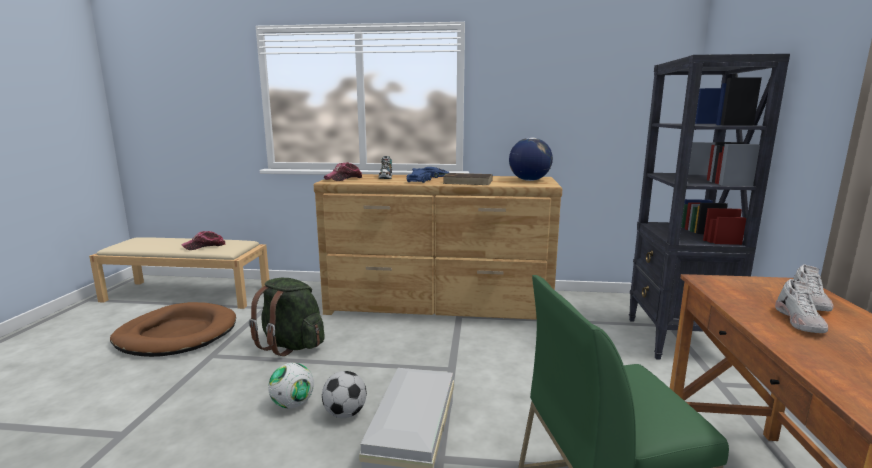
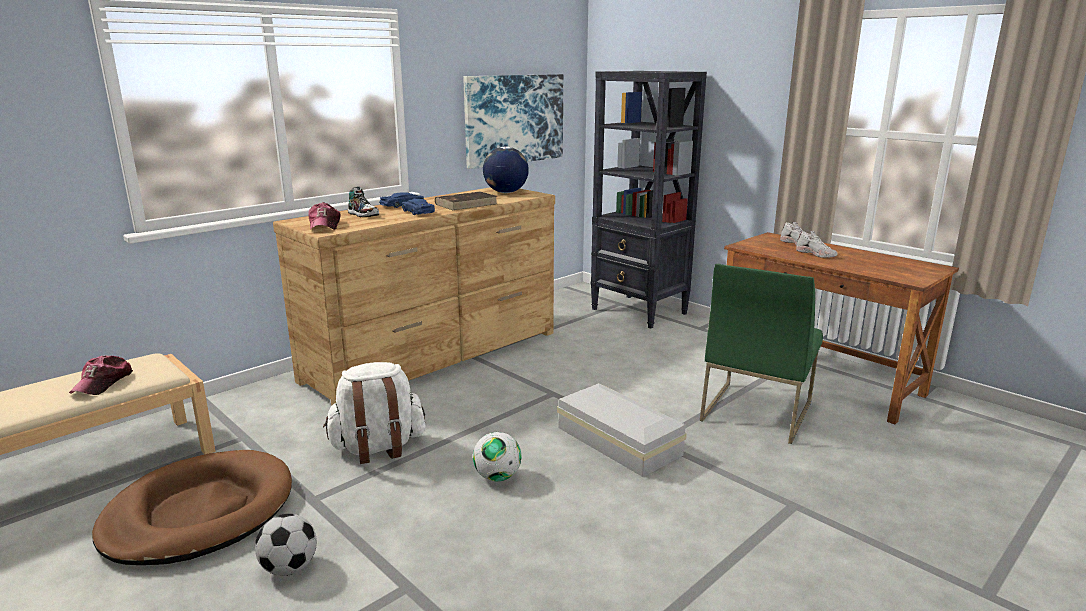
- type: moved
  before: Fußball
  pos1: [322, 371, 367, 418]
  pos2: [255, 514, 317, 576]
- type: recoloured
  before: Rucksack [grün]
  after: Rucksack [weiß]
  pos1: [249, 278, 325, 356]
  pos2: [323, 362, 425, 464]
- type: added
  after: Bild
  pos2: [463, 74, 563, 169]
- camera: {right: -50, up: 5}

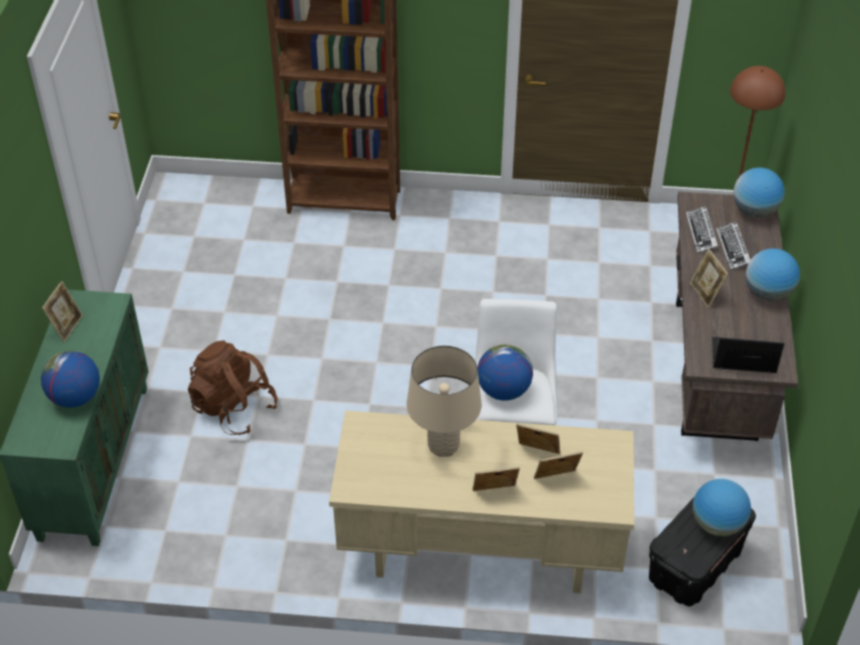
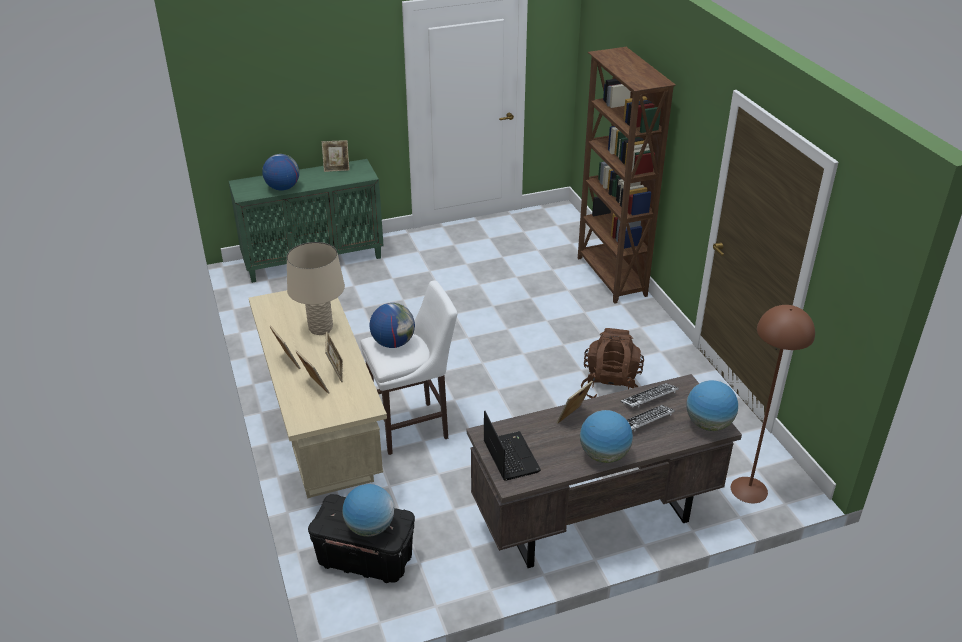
- type: moved
  before: Rucksack [braun]
  pos1: [188, 340, 278, 435]
  pos2: [581, 328, 644, 398]
- camera: {right: 65, up: -10}

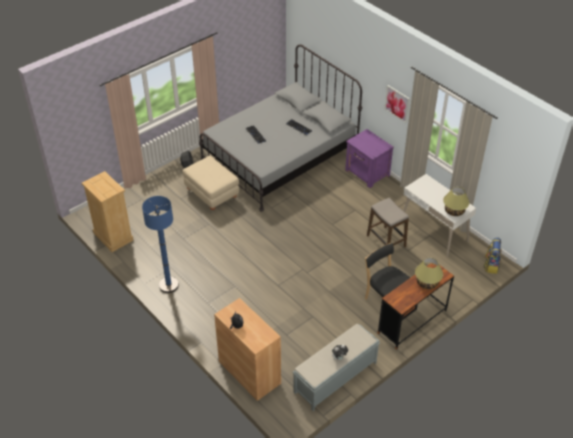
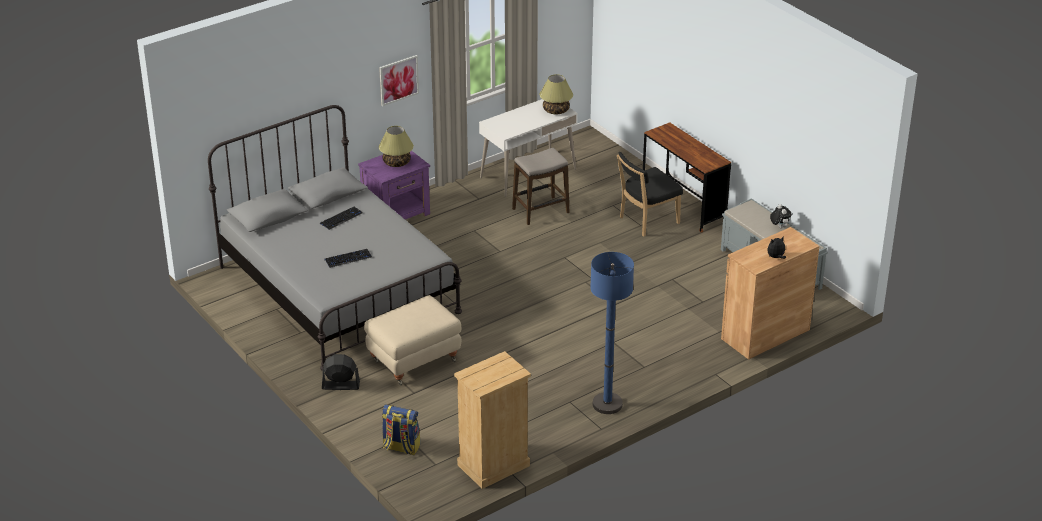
- type: moved
  before: Tischlampe
  pos1: [415, 258, 443, 289]
  pos2: [379, 126, 414, 167]
- type: moved
  before: Rucksack
  pos1: [484, 237, 501, 274]
  pos2: [382, 405, 420, 455]
- camera: {right: -85, up: -10}

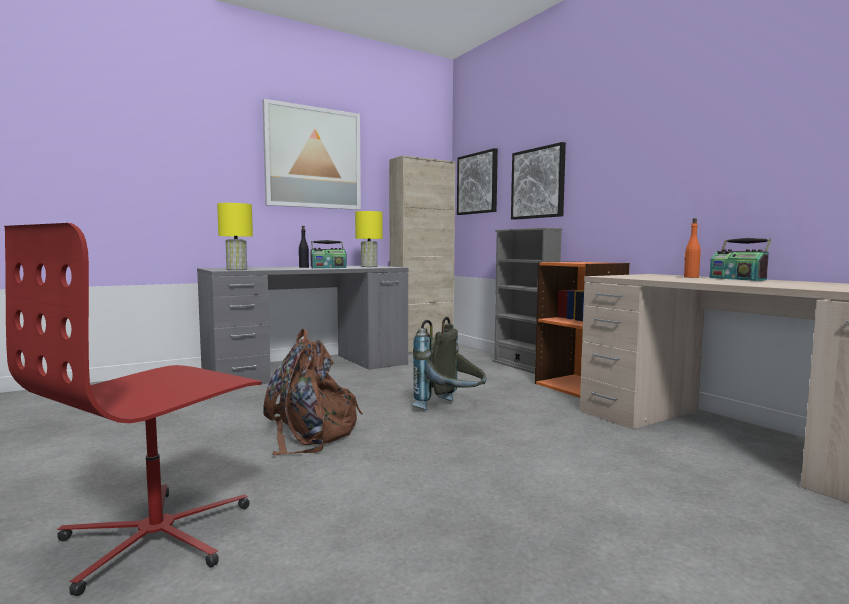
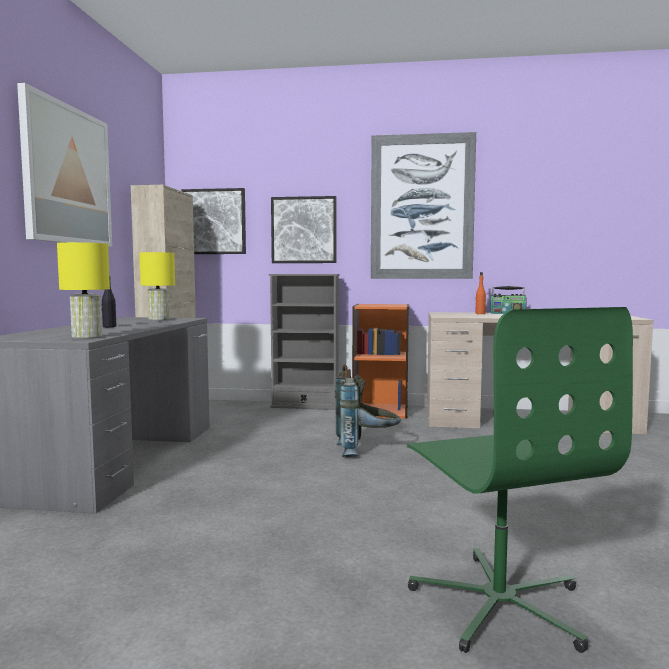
- type: added
  after: Bild
  pos2: [371, 132, 476, 279]
- type: recoloured
  before: Bürostuhl [rot]
  after: Bürostuhl [grün]
  pos1: [4, 223, 262, 596]
  pos2: [407, 307, 633, 653]
- type: removed
  before: Rucksack [braun]
  pos1: [263, 329, 363, 455]
- type: removed
  before: Radio
  pos1: [310, 240, 347, 268]
- camera: {right: -50, up: 0}

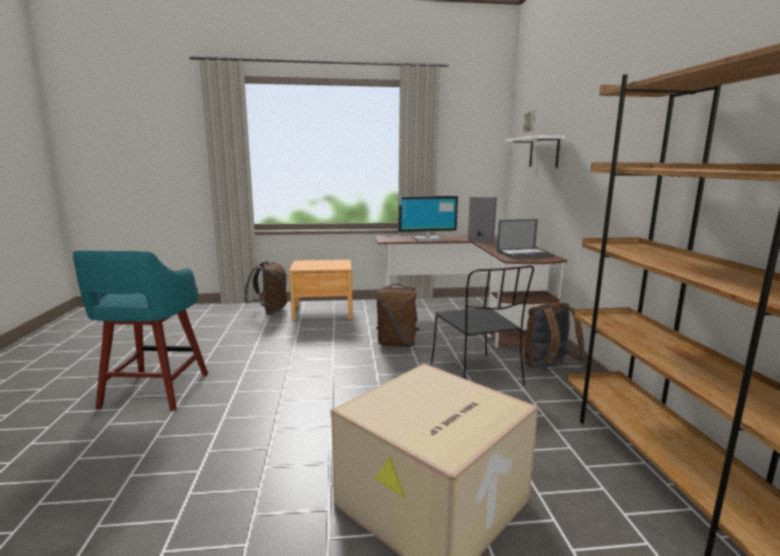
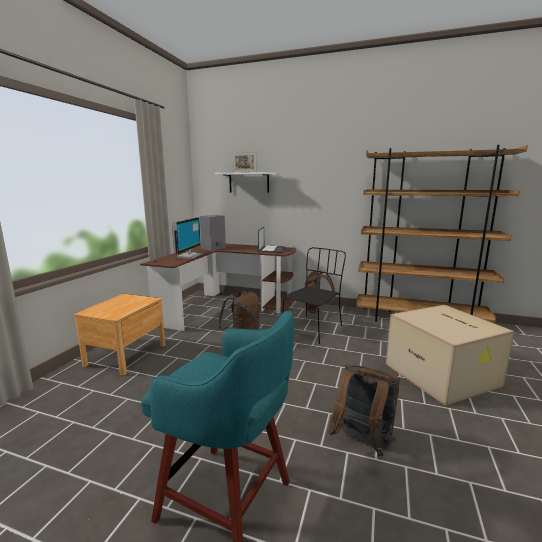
- type: turned
  before: Stuhl [schwarz]
  pos1: [431, 265, 534, 385]
  pos2: [282, 247, 346, 344]
  turn: -60
- type: moved
  before: Rucksack [braun]
  pos1: [245, 261, 287, 315]
  pos2: [329, 364, 400, 456]
- camera: {right: -65, up: 0}

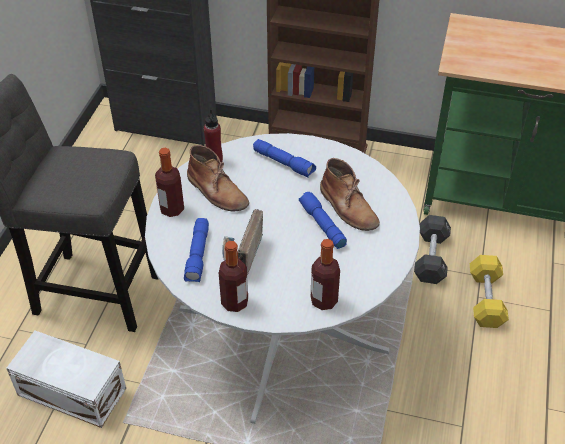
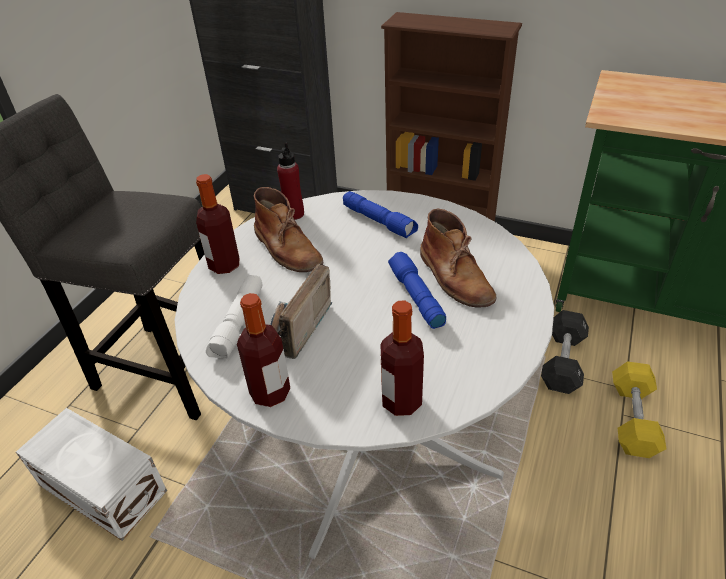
- type: recoloured
  before: Taschenlampe [blau]
  after: Taschenlampe [weiß]
  pos1: [184, 218, 209, 282]
  pos2: [206, 275, 262, 359]
- camera: {right: 10, up: -5}

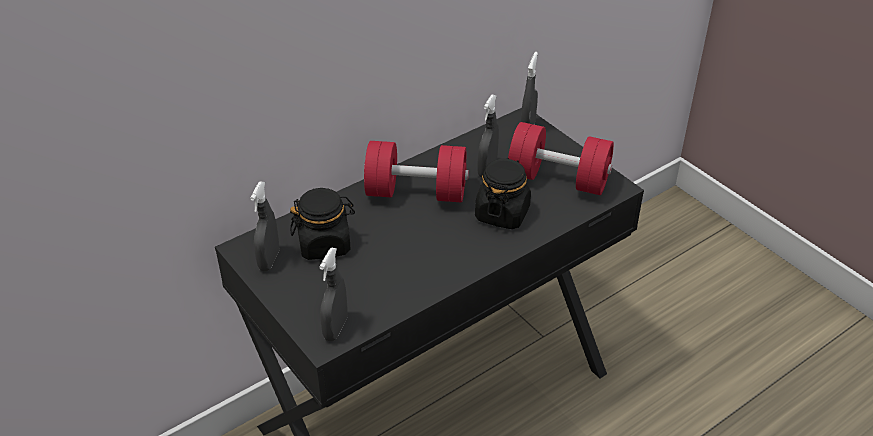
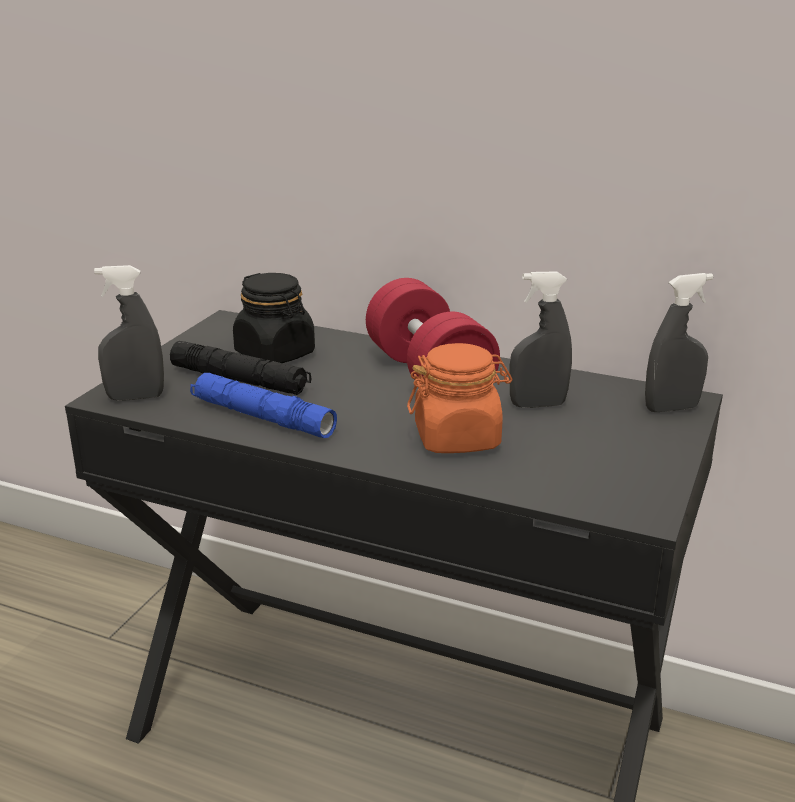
- type: added
  after: Taschenlampe [schwarz]
  pos2: [170, 341, 311, 395]
- type: added
  after: Taschenlampe [blau]
  pos2: [190, 373, 337, 438]
- type: recoloured
  before: Vorratsglas [schwarz]
  after: Vorratsglas [orange]
  pos1: [475, 158, 531, 229]
  pos2: [407, 343, 513, 453]
- type: removed
  before: Sprühflasche [grau]
  pos1: [250, 181, 279, 271]
- type: removed
  before: Hantel [rot]
  pos1: [508, 122, 614, 195]
- camera: {right: 60, up: -15}

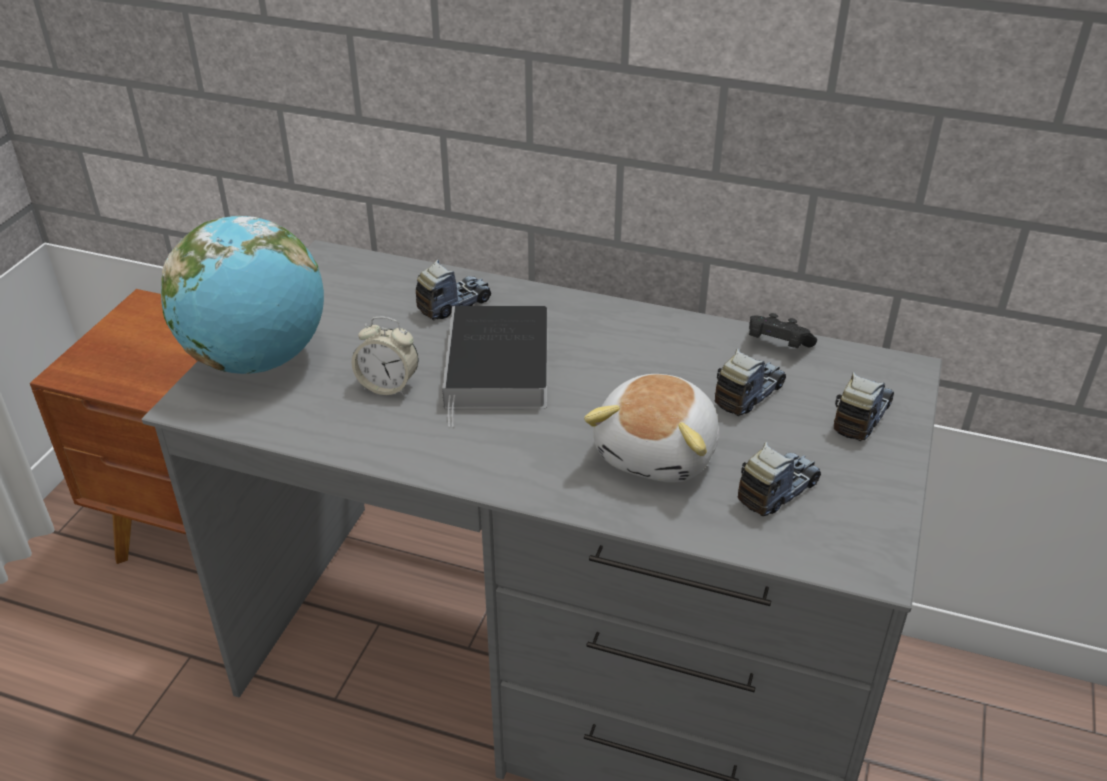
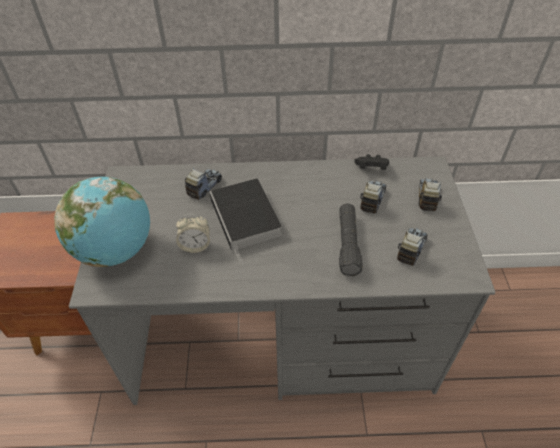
- type: replaced
  before: Plüschtier
  after: Taschenlampe [schwarz]
  pos1: [584, 374, 719, 483]
  pos2: [339, 203, 363, 276]
- camera: {right: -20, up: 10}

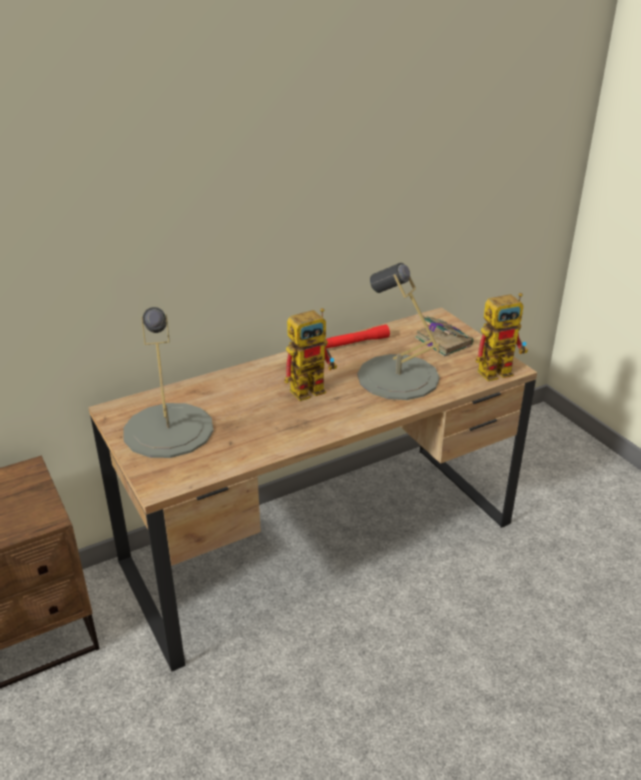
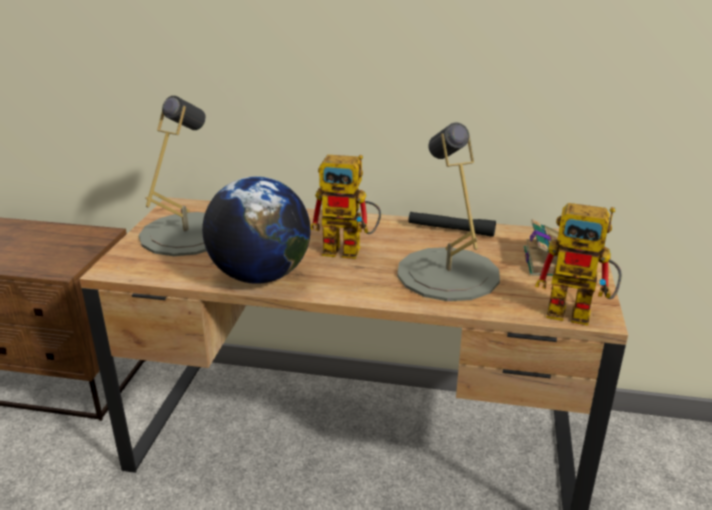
- type: added
  after: Globus
  pos2: [202, 176, 311, 284]
- type: recoloured
  before: Taschenlampe [rot]
  after: Taschenlampe [schwarz]
  pos1: [326, 324, 390, 348]
  pos2: [409, 212, 496, 237]
- camera: {right: 40, up: -5}

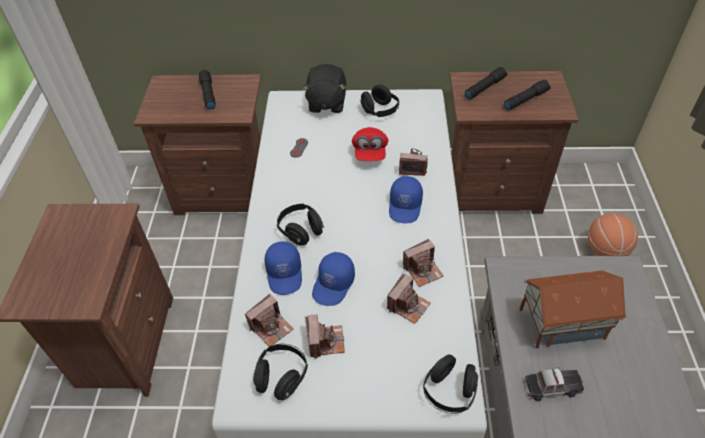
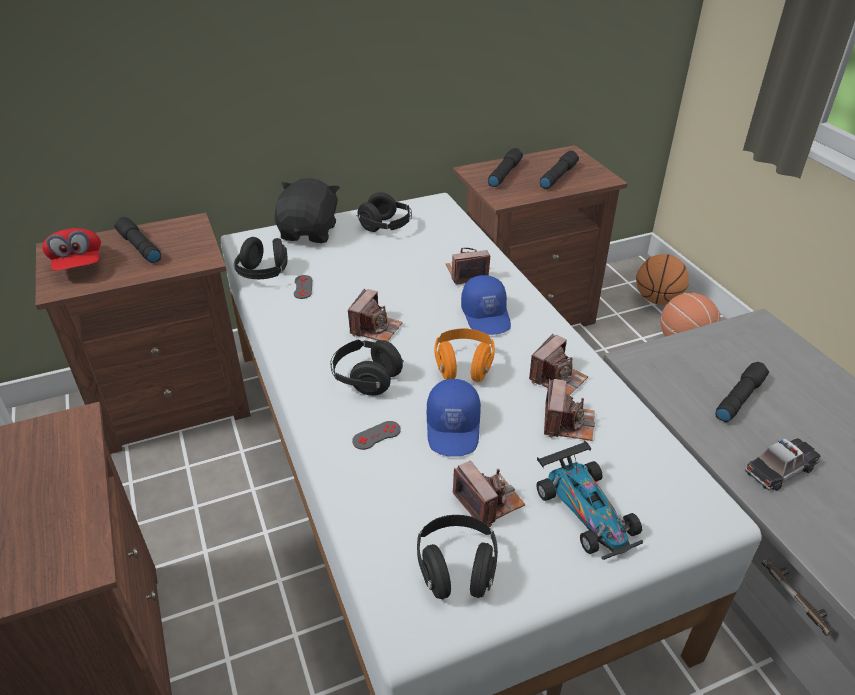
- type: moved
  before: Kappe [rot]
  pos1: [352, 127, 388, 161]
  pos2: [42, 228, 101, 271]
- type: moved
  before: Kopfhörer [schwarz]
  pos1: [423, 354, 478, 414]
  pos2: [234, 237, 288, 279]
- type: turned
  before: Plüschtier [schwarz]
  pos1: [302, 64, 347, 113]
  pos2: [274, 178, 340, 243]
  turn: -150
- type: moved
  before: Kamera
  pos1: [245, 294, 293, 346]
  pos2: [348, 288, 403, 341]
- type: replaced
  before: Kappe [blau]
  after: Gamepad [grau]
  pos1: [264, 241, 302, 295]
  pos2: [352, 421, 401, 450]
- type: added
  after: Kopfhörer [orange]
  pos2: [435, 329, 495, 382]
- type: added
  after: Spielzeugauto
  pos2: [536, 440, 643, 560]
- type: added
  after: Basketball
  pos2: [636, 254, 689, 305]
- type: replaced
  before: Spielzeughaus
  after: Taschenlampe [schwarz]
  pos1: [520, 271, 627, 348]
  pos2: [715, 362, 769, 422]
- camera: {right: -25, up: -10}

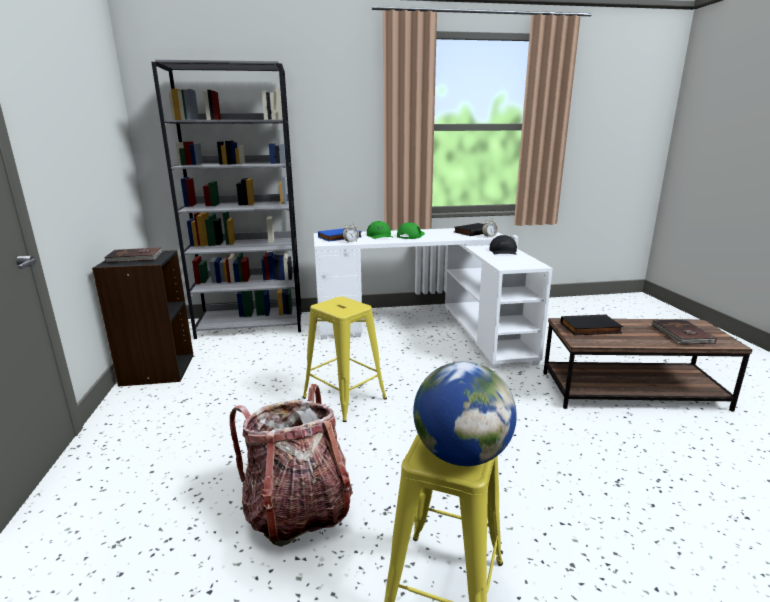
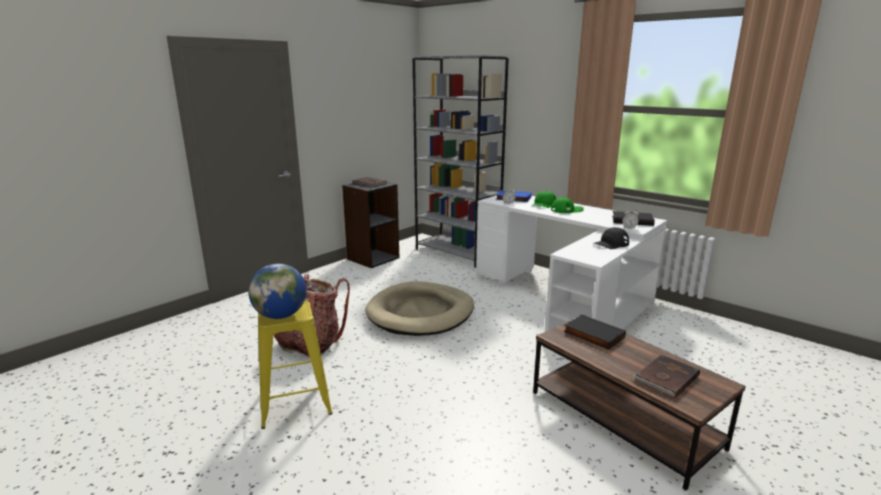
- type: replaced
  before: Hocker [gelb]
  after: Hundebett [beige]
  pos1: [302, 297, 387, 422]
  pos2: [365, 281, 474, 336]
- camera: {right: 50, up: 0}

